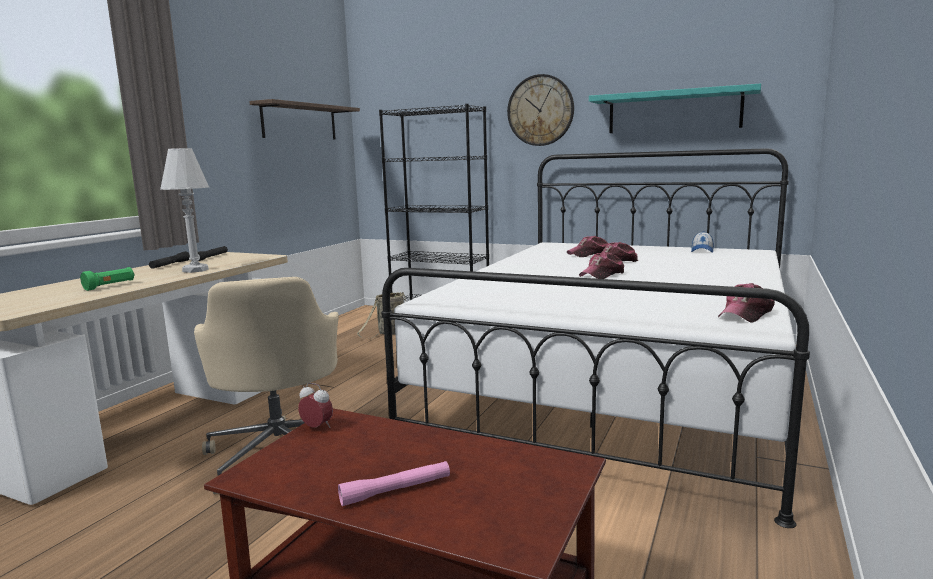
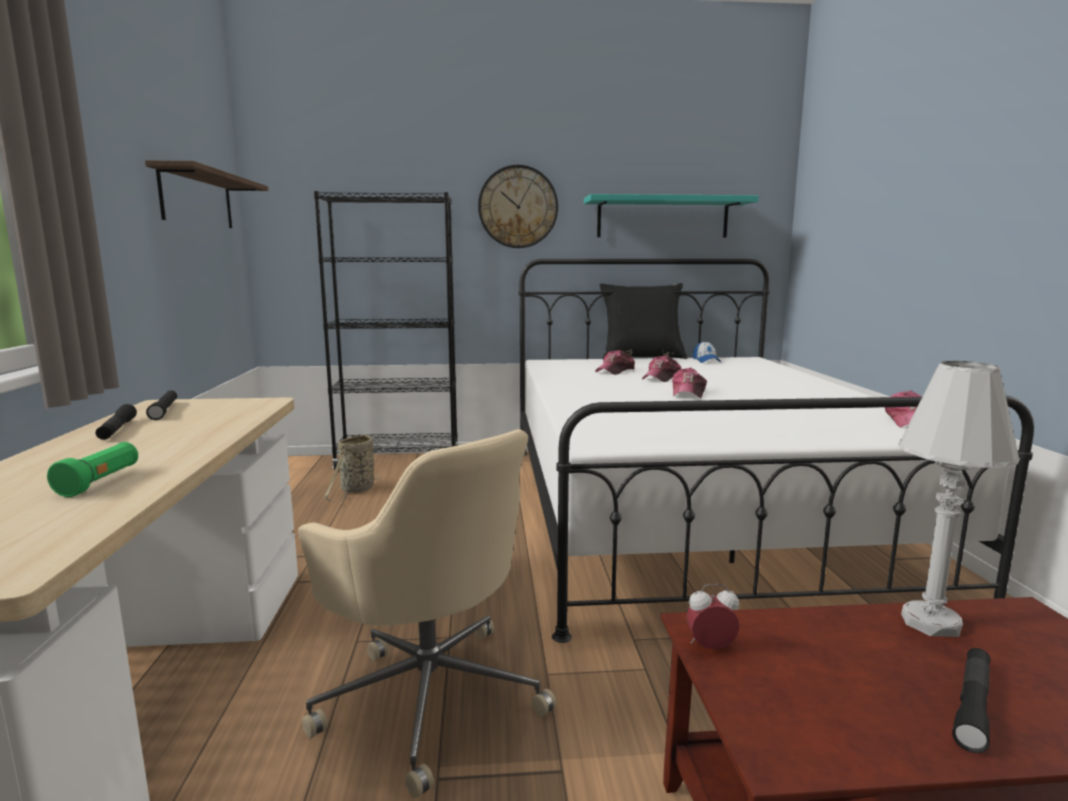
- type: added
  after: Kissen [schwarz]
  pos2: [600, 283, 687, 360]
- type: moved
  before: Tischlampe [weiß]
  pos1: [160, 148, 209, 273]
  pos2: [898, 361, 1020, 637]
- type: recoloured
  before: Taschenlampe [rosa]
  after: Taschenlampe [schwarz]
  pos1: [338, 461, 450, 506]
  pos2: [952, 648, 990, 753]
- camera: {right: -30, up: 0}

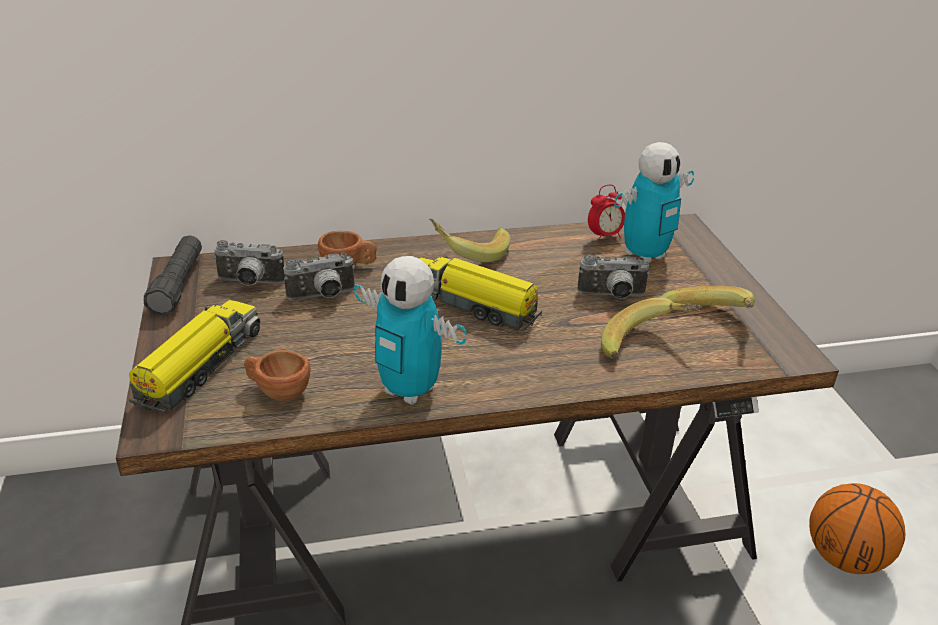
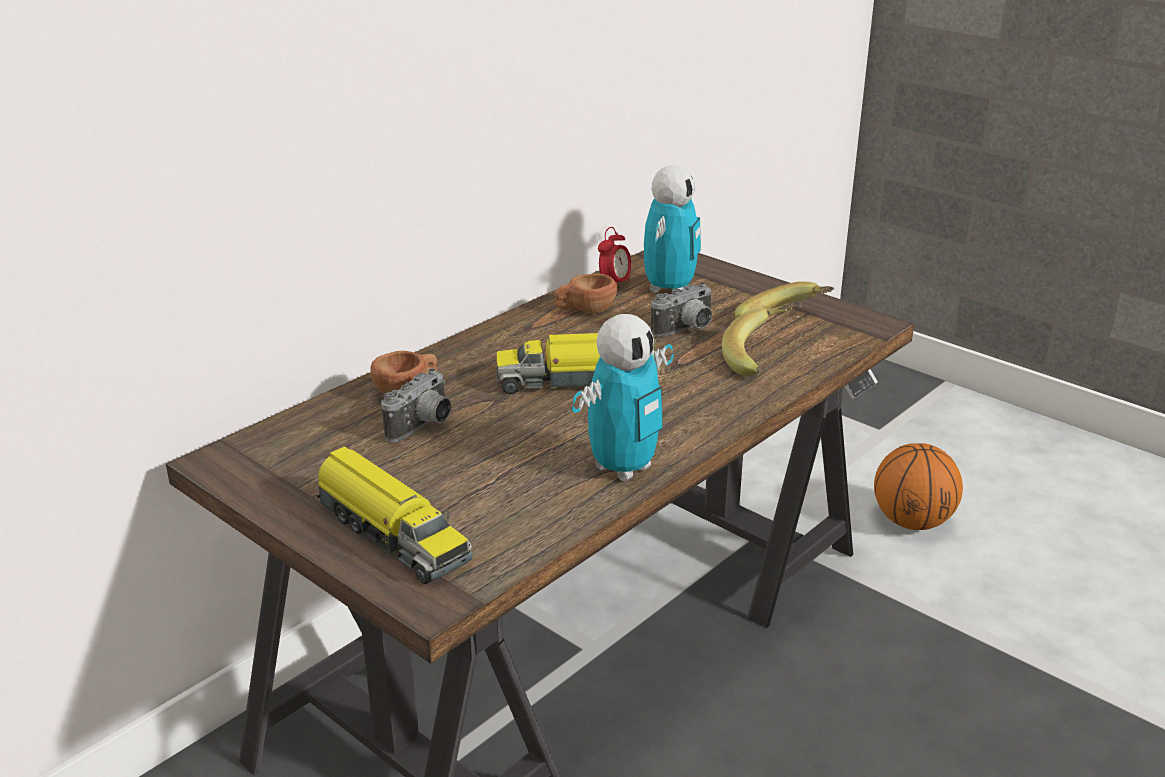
- type: turned
  before: Spielzeuglaster
  pos1: [129, 300, 260, 413]
  pos2: [317, 446, 472, 585]
  turn: 150
- type: moved
  before: Tasse [braun]
  pos1: [244, 350, 310, 401]
  pos2: [555, 274, 617, 314]
- type: turned
  before: Spielzeugroboter
  pos1: [354, 256, 467, 405]
  pos2: [572, 314, 674, 481]
  turn: -45
- type: removed
  before: Taschenlampe [schwarz]
  pos1: [144, 235, 202, 316]
- type: removed
  before: Kamera
  pos1: [213, 240, 284, 286]
- type: removed
  before: Banane
  pos1: [429, 219, 510, 262]
- camera: {right: -35, up: -5}

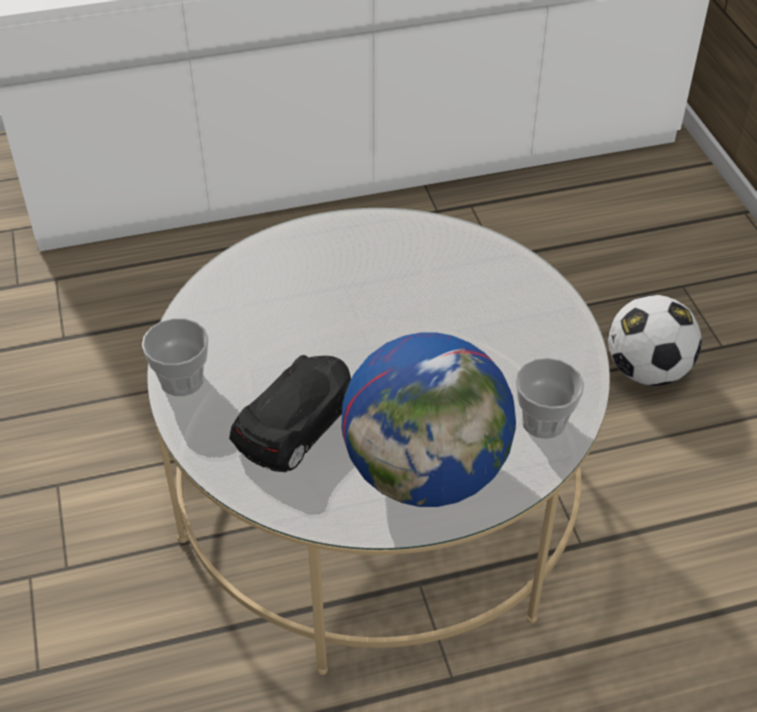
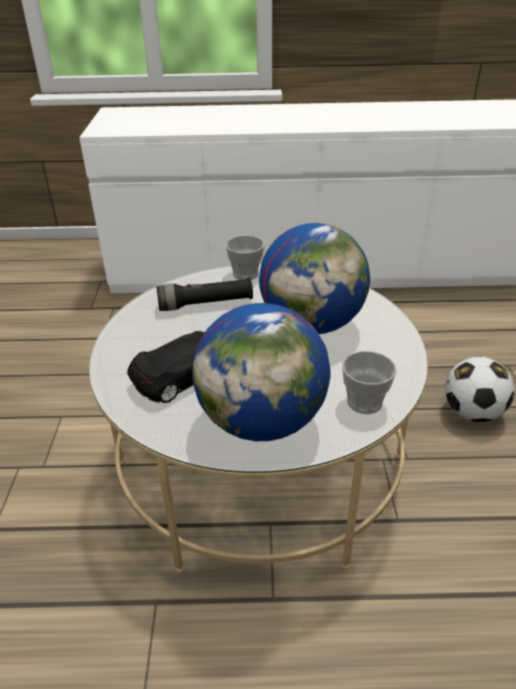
- type: added
  after: Taschenlampe [schwarz]
  pos2: [156, 277, 253, 311]
- type: moved
  before: Tasse
  pos1: [142, 318, 208, 396]
  pos2: [226, 235, 265, 280]
- type: added
  after: Globus
  pos2: [259, 223, 370, 334]
- camera: {right: 15, up: -10}

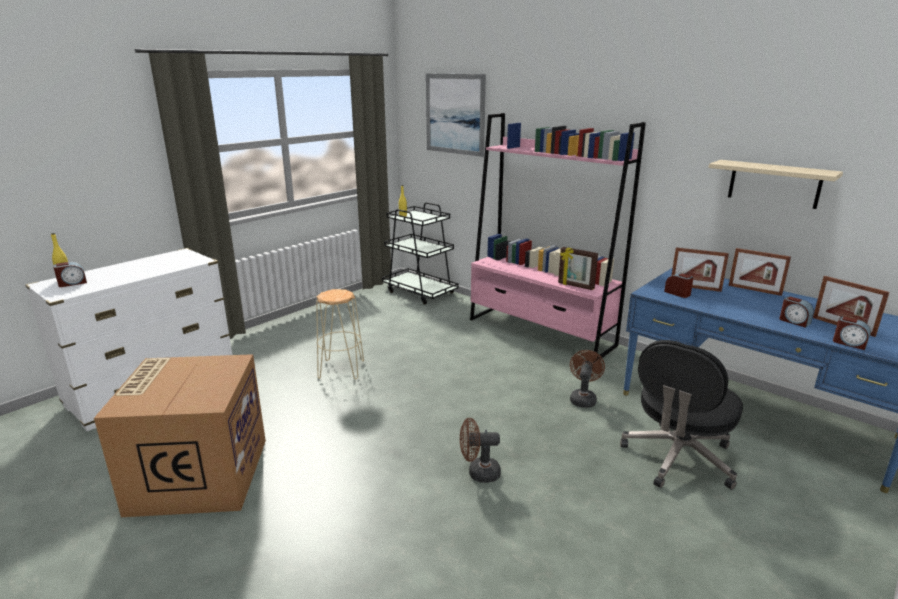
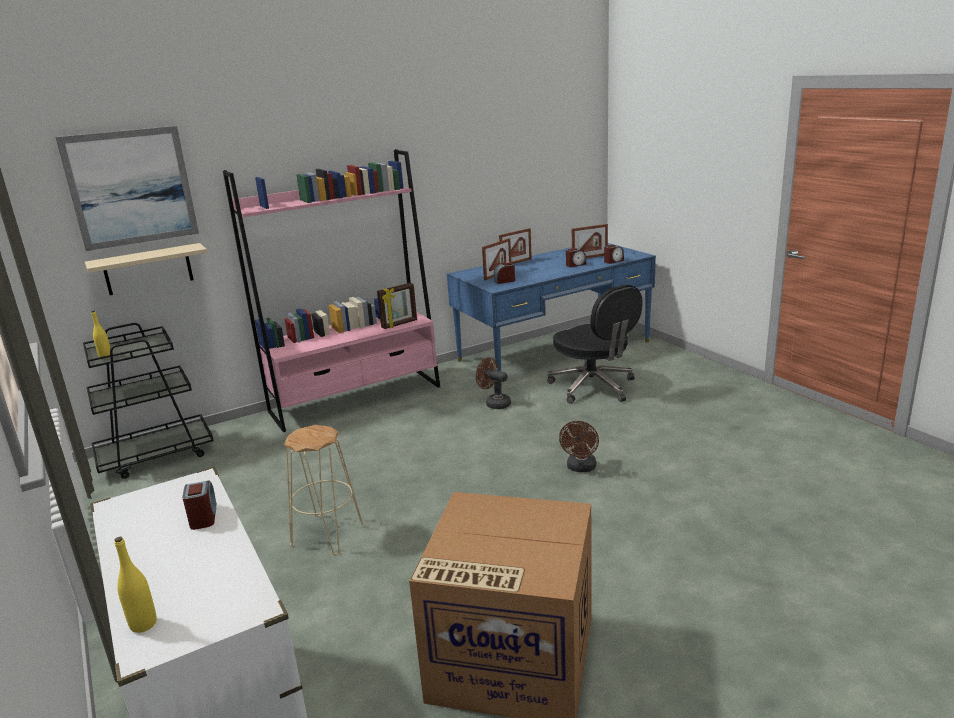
- type: moved
  before: Wandregal [beige]
  pos1: [708, 160, 843, 209]
  pos2: [85, 243, 207, 295]
- type: moved
  before: Wecker
  pos1: [53, 262, 87, 287]
  pos2: [182, 480, 216, 530]
- camera: {right: -70, up: 0}

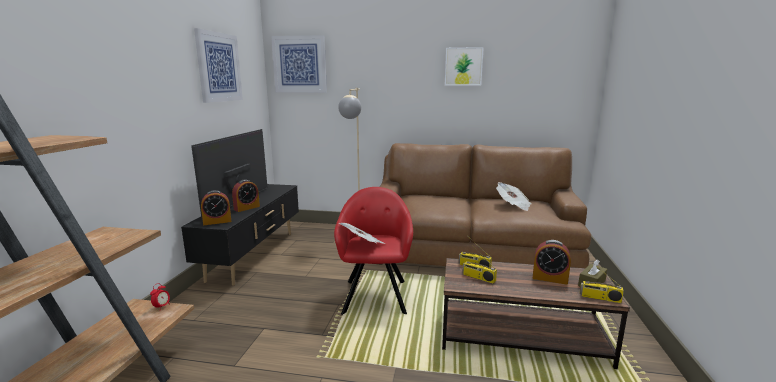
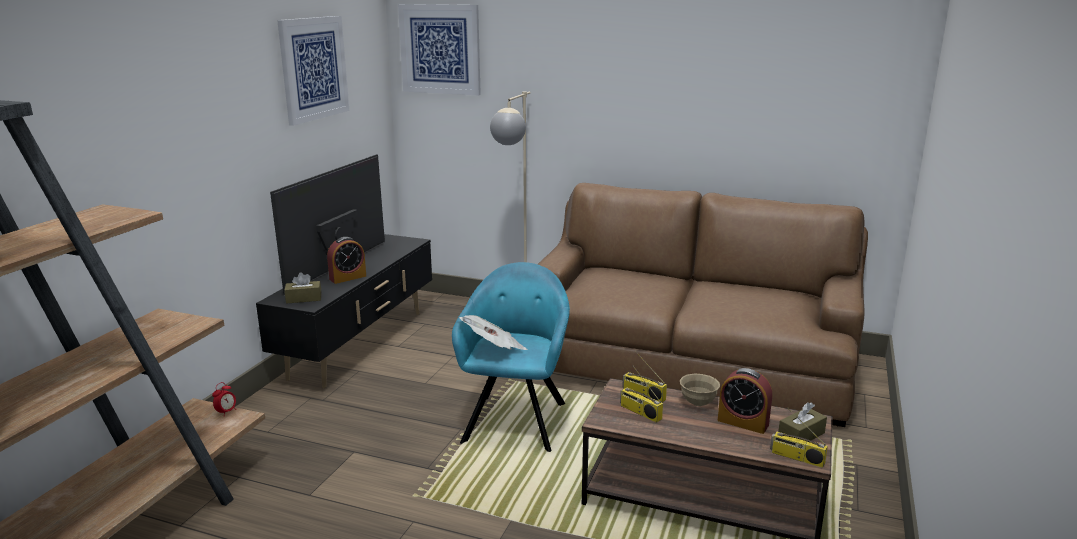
- type: replaced
  before: Wecker
  after: Taschentuchbox [braun]
  pos1: [201, 190, 232, 225]
  pos2: [284, 272, 321, 304]
- type: recoloured
  before: Sessel [rot]
  after: Sessel [türkis]
  pos1: [334, 187, 413, 315]
  pos2: [452, 262, 570, 452]
- type: added
  after: Schüssel [beige]
  pos2: [680, 374, 720, 406]
- type: removed
  before: Bild
  pos1: [445, 47, 484, 85]
- type: removed
  before: Zeitung
  pos1: [496, 182, 532, 211]
- camera: {right: 10, up: 5}

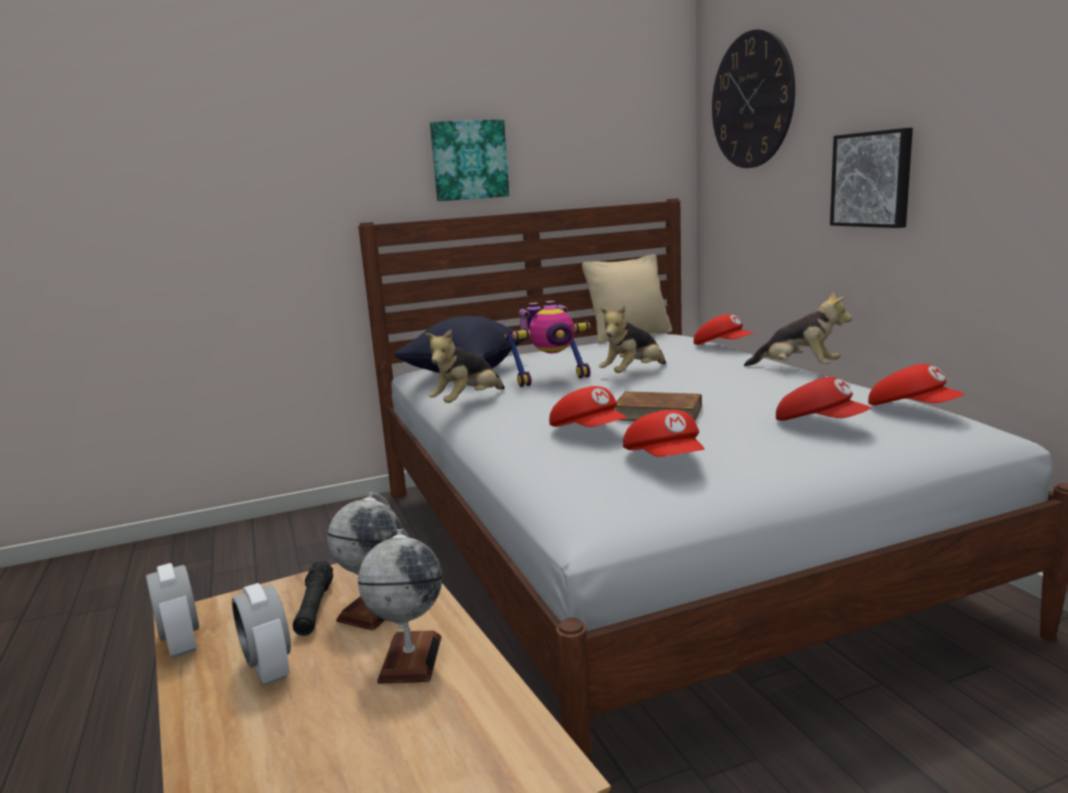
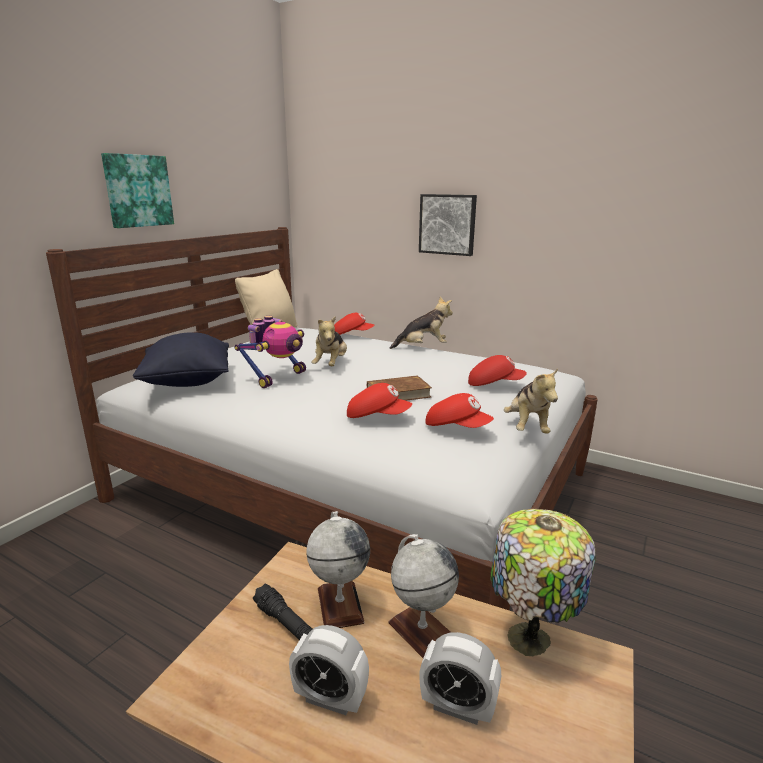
- type: moved
  before: Wecker
  pos1: [146, 563, 199, 659]
  pos2: [420, 632, 501, 725]
- type: added
  after: Tischlampe
  pos2: [490, 509, 596, 656]
- type: moved
  before: Plüschtier
  pos1: [425, 329, 505, 403]
  pos2: [504, 368, 558, 434]
- type: removed
  before: Wanduhr
  pos1: [712, 29, 795, 168]
- type: removed
  before: Kappe [rot]
  pos1: [868, 364, 965, 405]
- camera: {right: -40, up: 5}

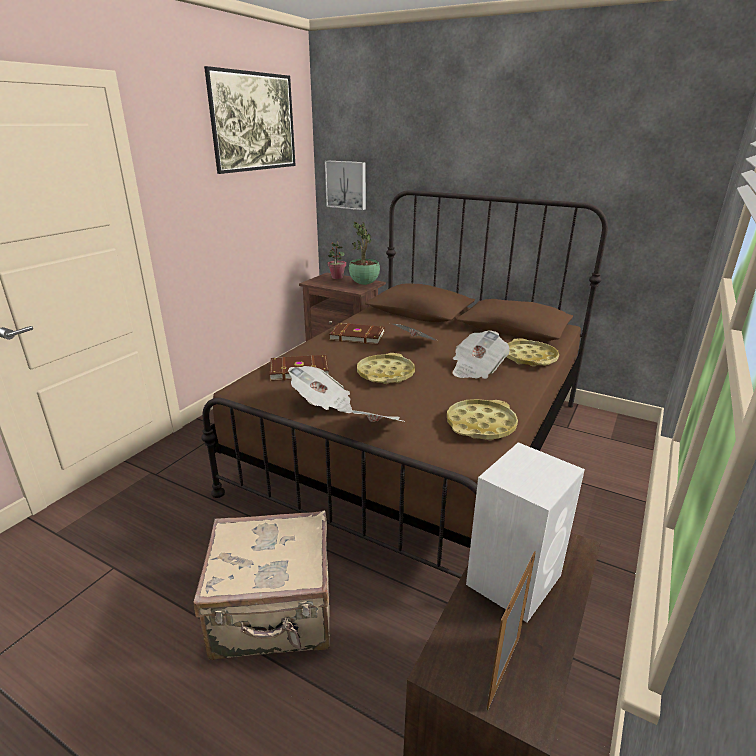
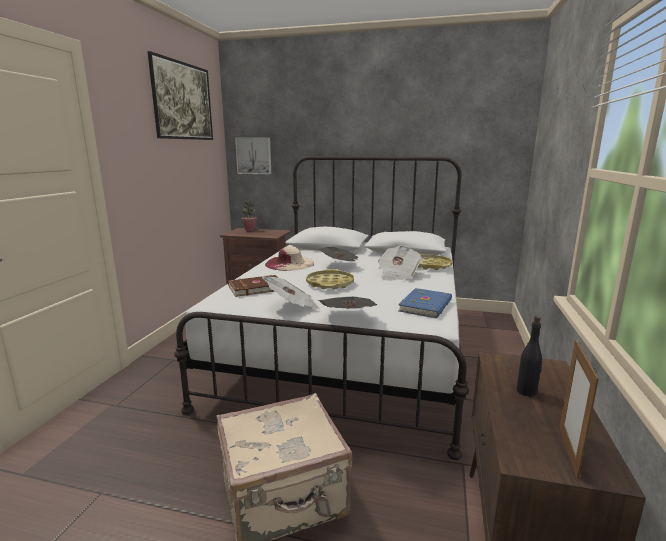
- type: recoloured
  before: Bett [braun]
  after: Bett [weiß]
  pos1: [201, 190, 608, 579]
  pos2: [174, 156, 469, 460]
- type: replaced
  before: Buch [braun]
  after: Hut [beige]
  pos1: [329, 323, 385, 345]
  pos2: [265, 246, 314, 271]
- type: replaced
  before: Tablett [gelb]
  after: Buch [blau]
  pos1: [447, 399, 518, 440]
  pos2: [398, 288, 452, 318]
- type: replaced
  before: Lautsprecher [weiß]
  after: Flasche [schwarz]
  pos1: [466, 442, 585, 622]
  pos2: [516, 316, 542, 397]
- type: removed
  before: Topfpflanze
  pos1: [349, 222, 380, 285]
- camera: {right: -15, up: -10}

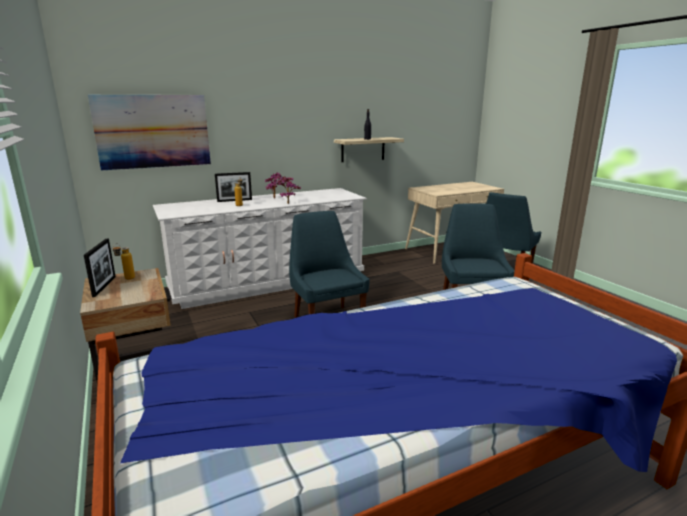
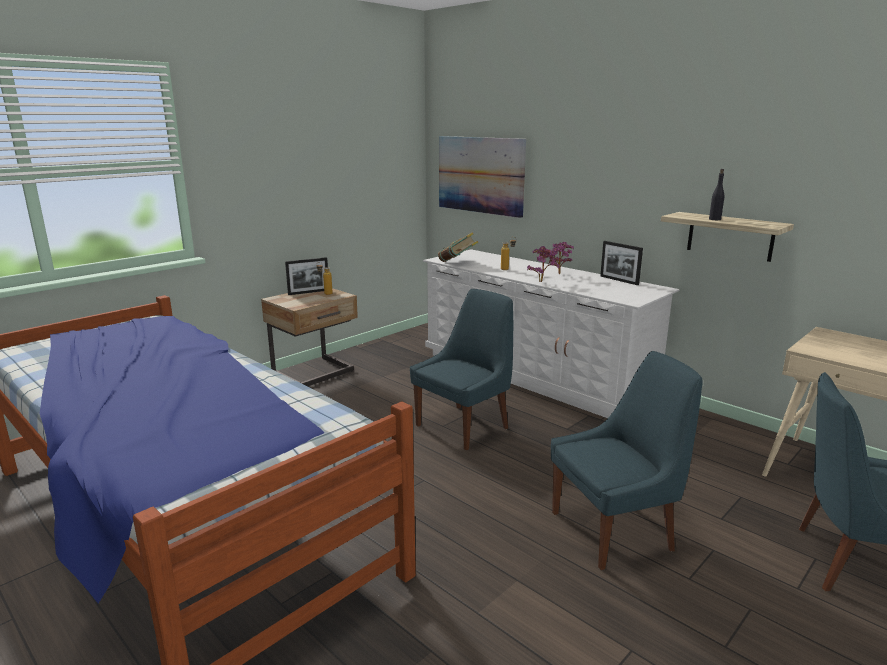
- type: added
  after: Buch
  pos2: [438, 232, 478, 262]
- type: moved
  before: Bilderrahmen
  pos1: [215, 172, 252, 202]
  pos2: [600, 241, 643, 285]
- camera: {right: 70, up: 0}

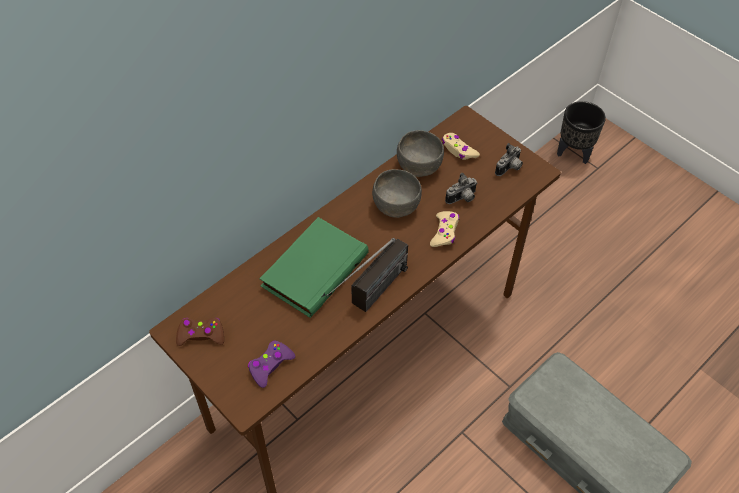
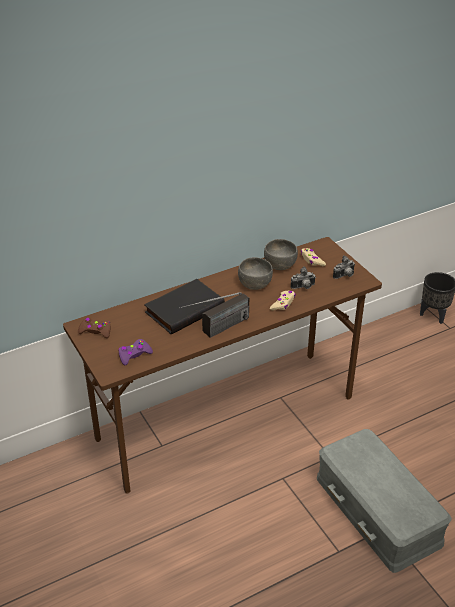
- type: recoloured
  before: Buch [grün]
  after: Buch [schwarz]
  pos1: [259, 217, 369, 318]
  pos2: [144, 279, 225, 334]
- camera: {right: 15, up: -15}

